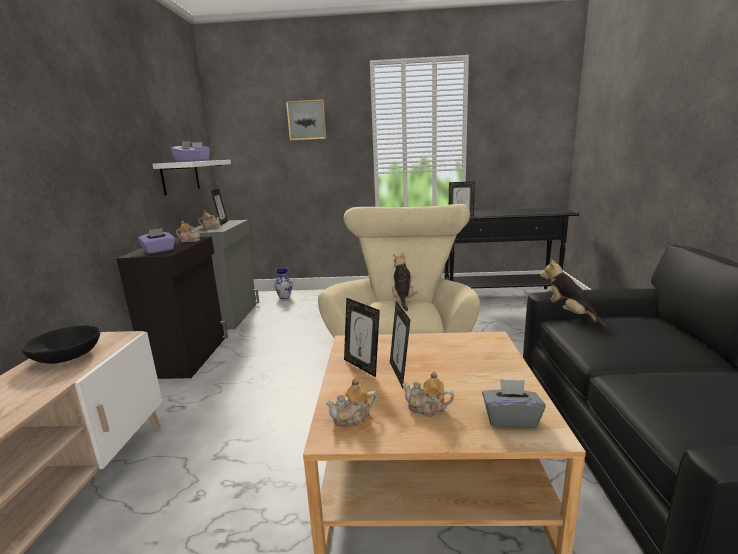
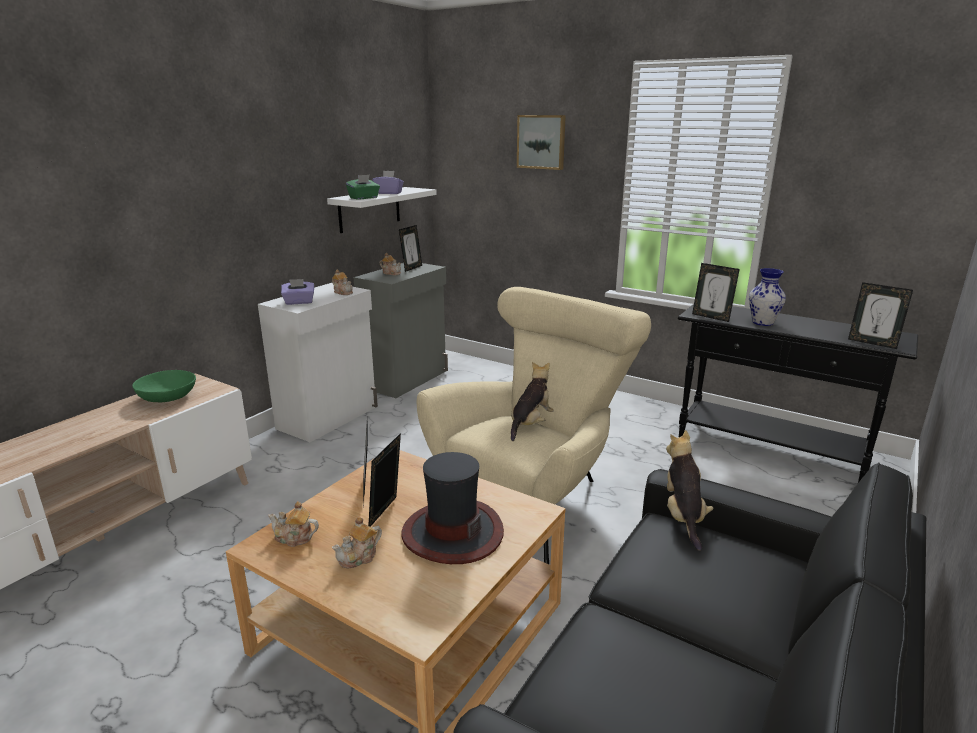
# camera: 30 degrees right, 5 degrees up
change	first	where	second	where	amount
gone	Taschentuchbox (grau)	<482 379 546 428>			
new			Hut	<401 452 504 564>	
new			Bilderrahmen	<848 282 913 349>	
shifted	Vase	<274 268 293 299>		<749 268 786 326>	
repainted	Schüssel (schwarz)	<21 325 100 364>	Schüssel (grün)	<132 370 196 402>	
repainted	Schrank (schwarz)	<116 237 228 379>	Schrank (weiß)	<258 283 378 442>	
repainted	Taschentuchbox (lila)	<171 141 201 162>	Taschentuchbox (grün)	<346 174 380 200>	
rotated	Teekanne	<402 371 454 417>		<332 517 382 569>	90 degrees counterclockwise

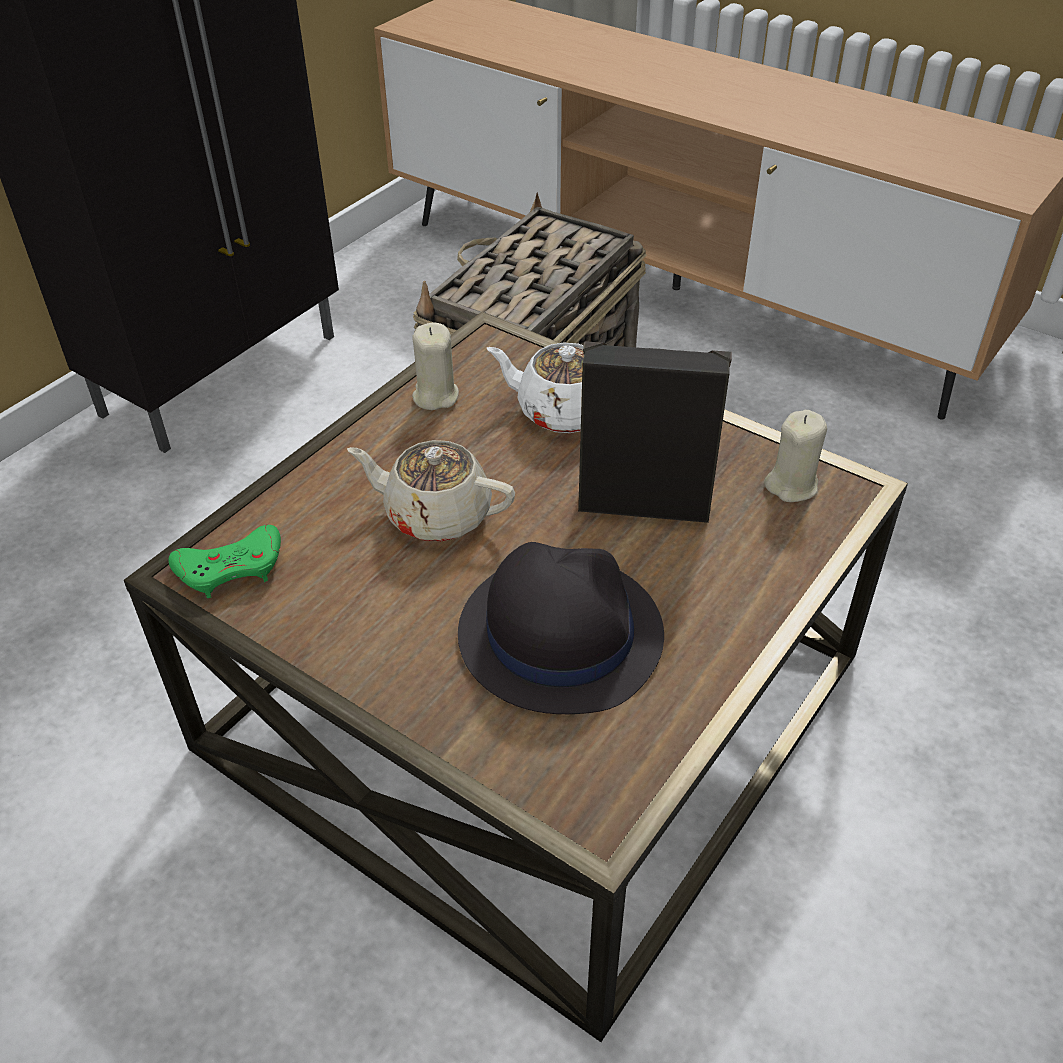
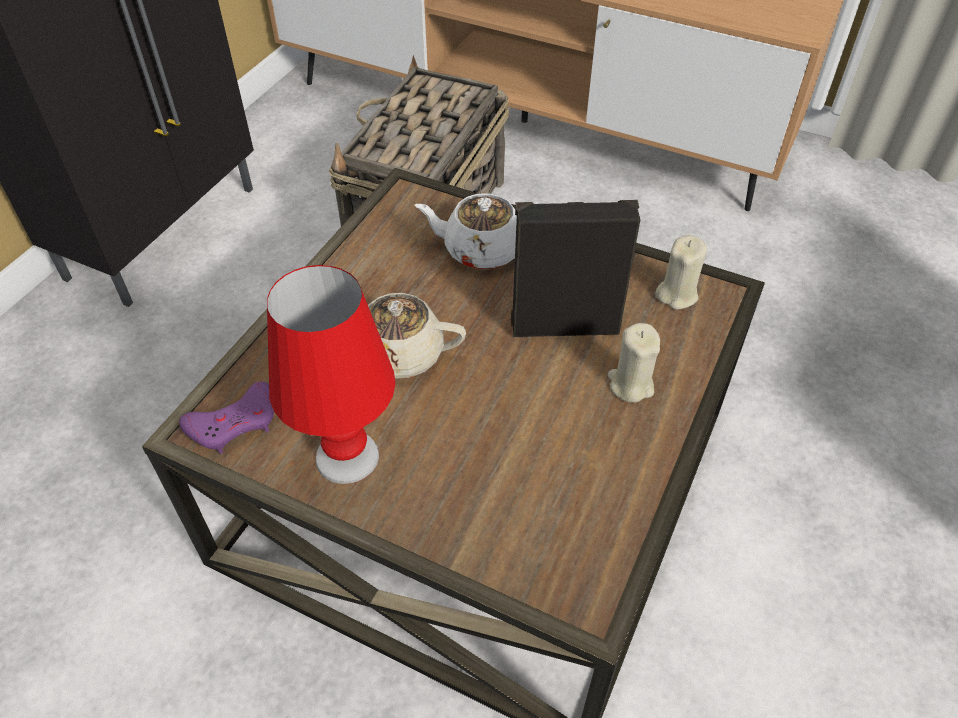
# camera: 10 degrees left, 5 degrees up
change	first	where	second	where	amount
gone	Hut (schwarz)	<458 542 664 714>			
new			Tischlampe (rot)	<267 265 396 484>	
shifted	Kerze (beige)	<412 323 459 410>		<608 323 660 403>	
repainted	Gamepad (grün)	<168 525 281 598>	Gamepad (lila)	<179 381 274 454>	

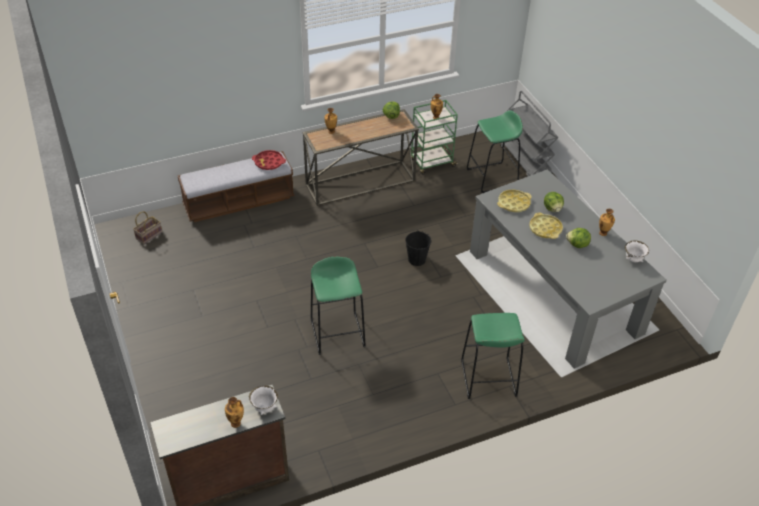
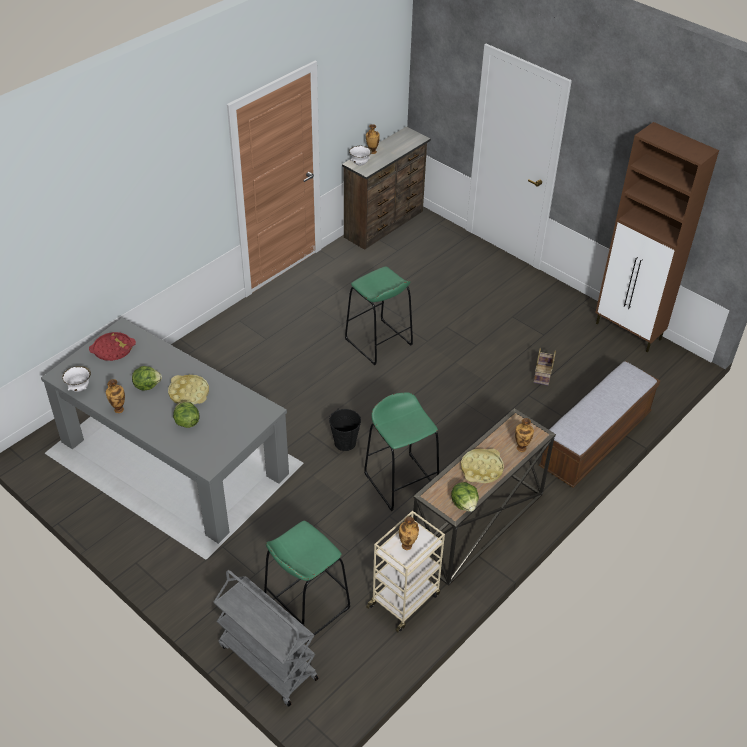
# camera: 155 degrees right, 0 degrees up
change	first	where	second	where	amount
new			Schrank (braun)	<595 122 719 352>	
shifted	Korb	<133 211 162 244>		<534 348 556 385>	
shifted	Tablett (rot)	<252 150 286 170>		<89 332 136 361>	
shifted	Hocker (grün)	<461 313 525 399>		<364 392 439 511>	
shifted	Tablett (gelb)	<497 189 532 212>		<461 449 504 483>	
repainted	Rollwagen (grün)	<411 100 458 175>	Rollwagen (beige)	<366 511 445 632>	

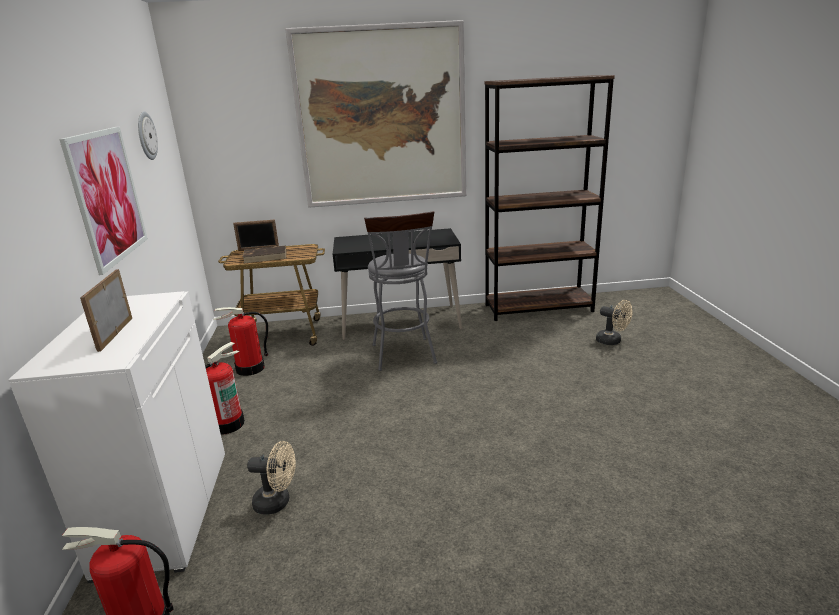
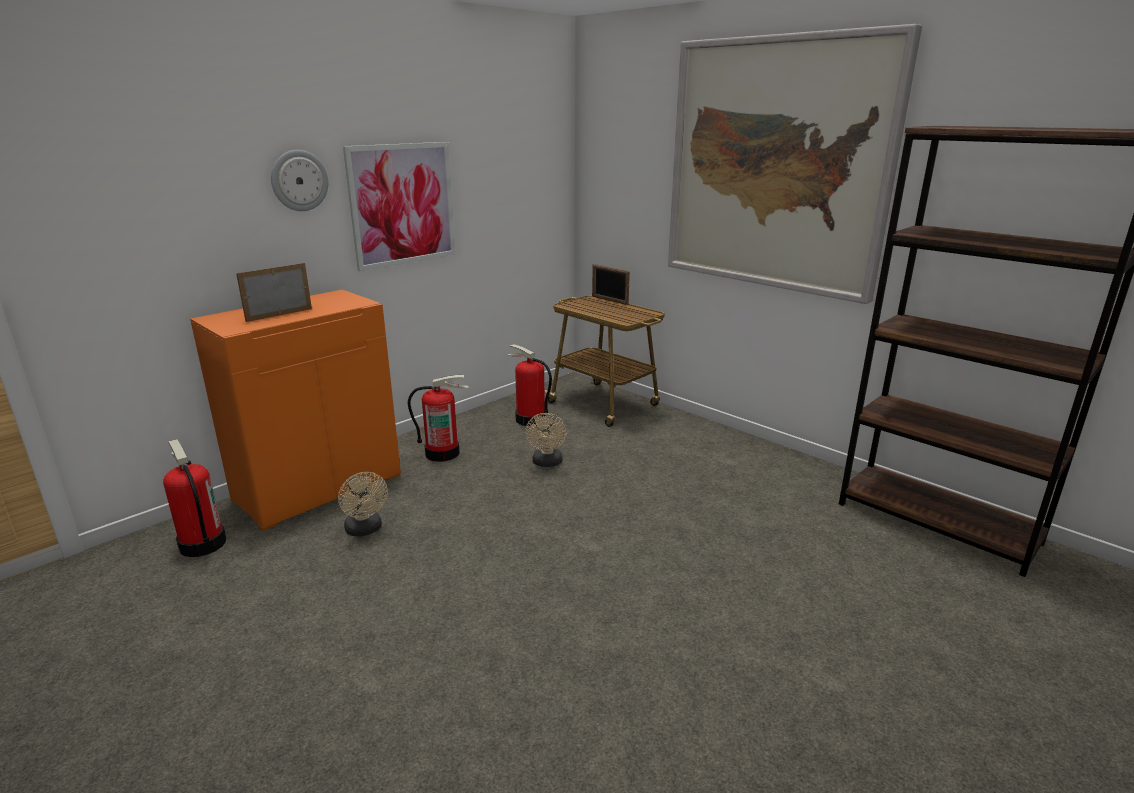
# camera: 50 degrees right, 0 degrees up
change	first	where	second	where	amount
gone	Buch (braun)	<243 245 286 263>			
gone	Schreibtisch (schwarz)	<333 228 462 340>			
gone	Hocker (grau)	<364 211 437 371>			
shifted	Wanduhr	<138 111 158 160>		<271 150 328 211>	
shifted	Ventilator (beige)	<596 300 632 345>		<525 413 567 467>	
repainted	Schrank (weiß)	<8 291 225 583>	Schrank (orange)	<190 290 401 531>	

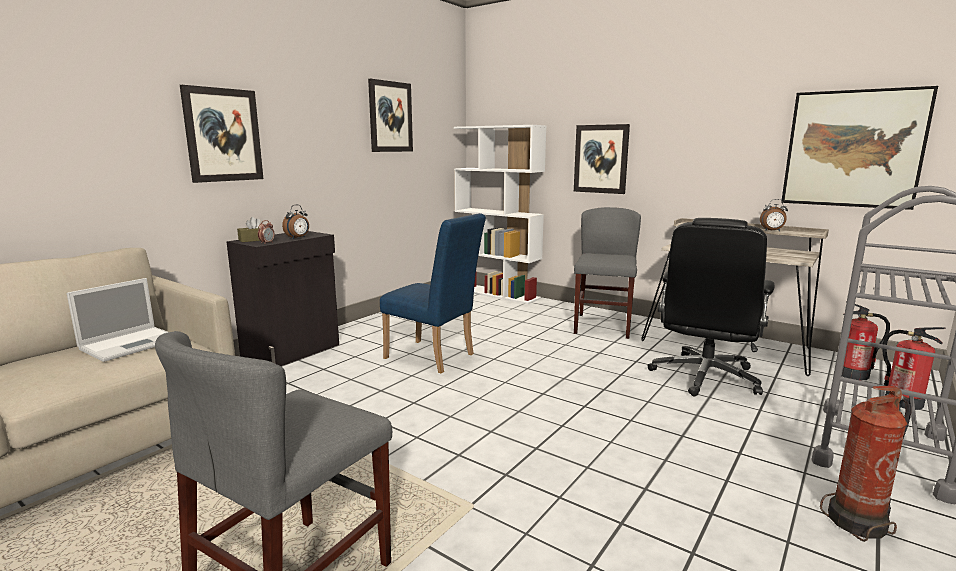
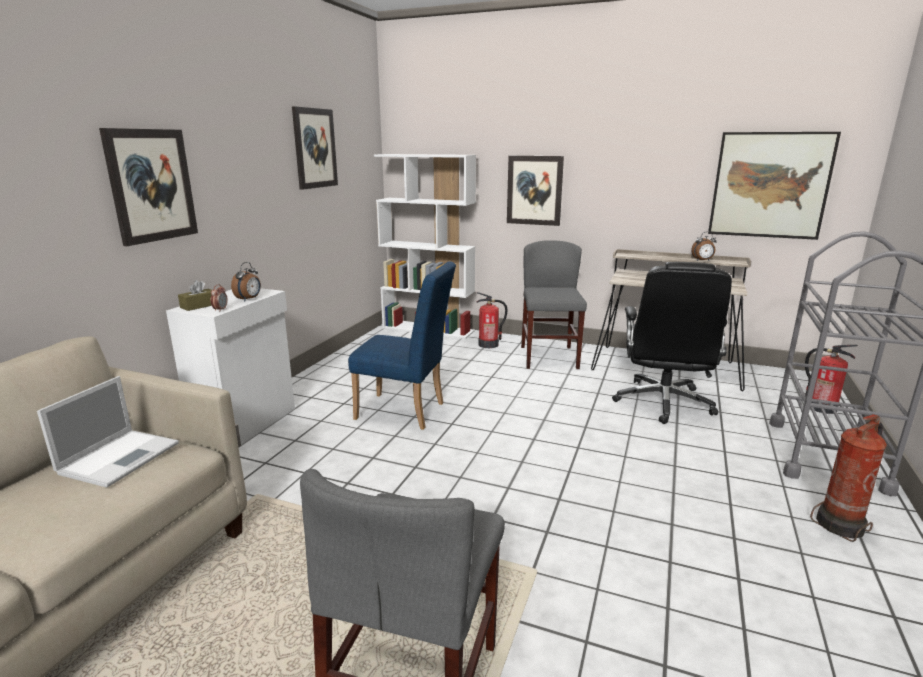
# camera: 15 degrees left, 5 degrees up
change	first	where	second	where	amount
shifted	Feuerlöscher	<842 301 890 380>		<477 292 507 348>	
repainted	Schrank (schwarz)	<226 231 339 366>	Schrank (weiß)	<166 288 295 447>	

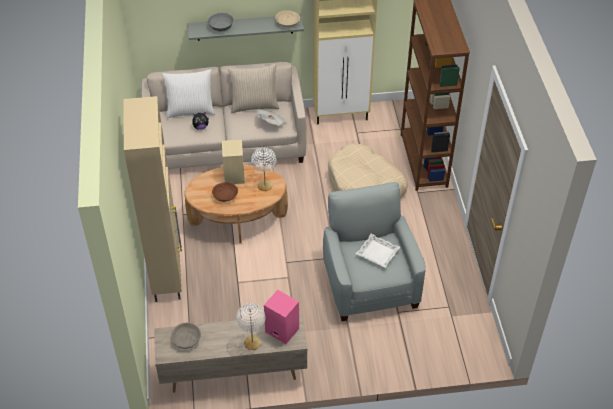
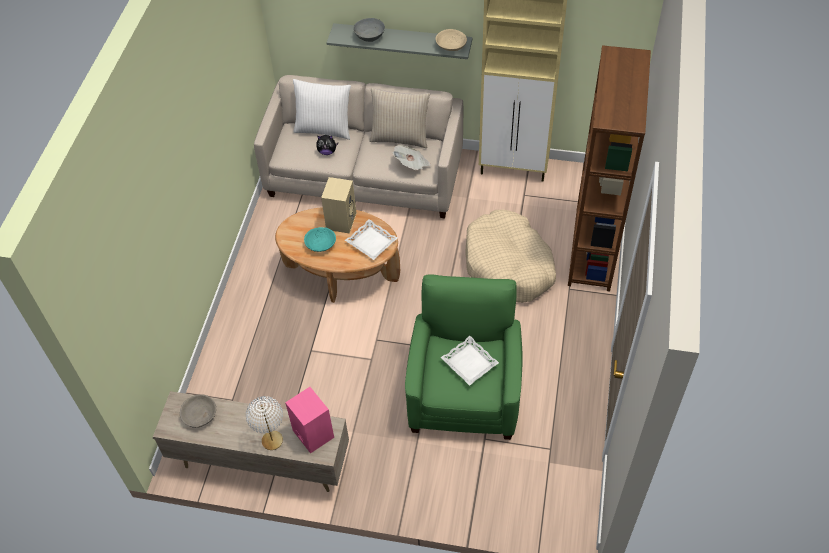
# camera: 20 degrees right, 5 degrees up
change	first	where	second	where	amount
gone	Schrank (beige)	<124 96 182 302>			
swapped	Tischlampe (weiß)	<251 147 276 191>	Tablett (weiß)	<345 219 397 260>	
repainted	Schüssel (braun)	<212 182 238 202>	Schüssel (türkis)	<304 227 336 252>	
repainted	Sessel (grau)	<323 182 426 321>	Sessel (grün)	<405 274 523 440>	

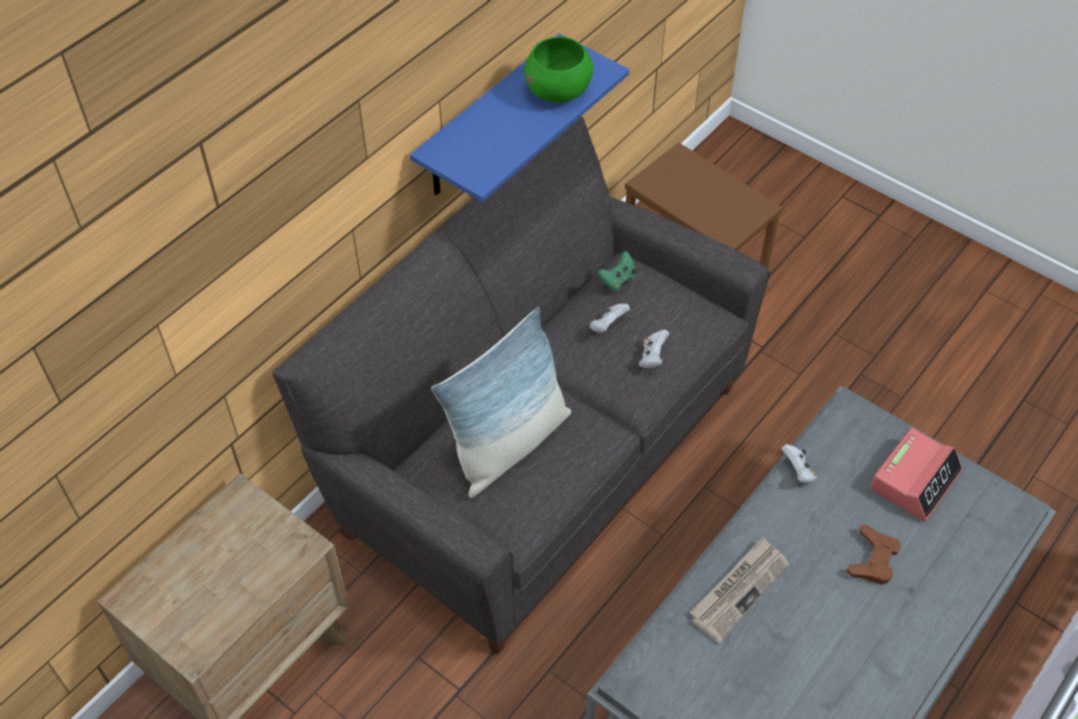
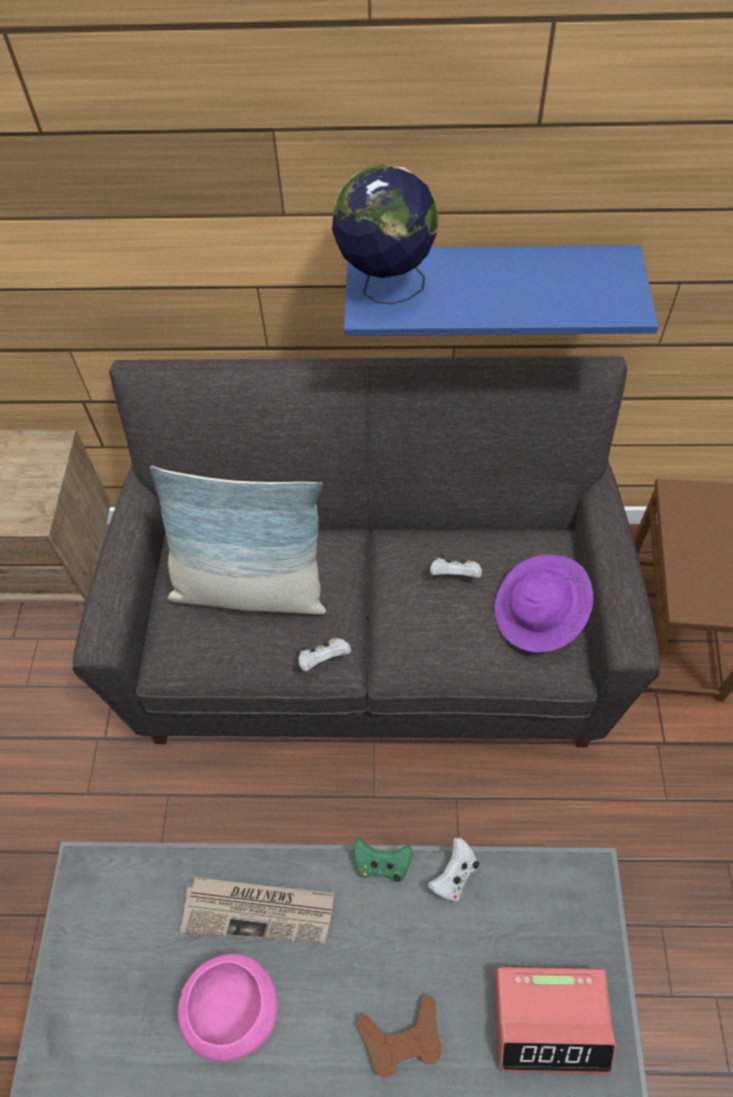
# camera: 55 degrees right, 5 degrees up
change	first	where	second	where	amount
gone	Schüssel (grün)	<524 37 593 103>			
new			Schüssel (rosa)	<178 954 278 1062>	
new			Globus	<332 165 438 304>	
new			Hut (lila)	<494 555 593 653>	
shifted	Gamepad (grün)	<598 251 636 291>		<353 838 412 882>	
shifted	Gamepad (weiß)	<638 330 669 368>		<298 638 351 672>	

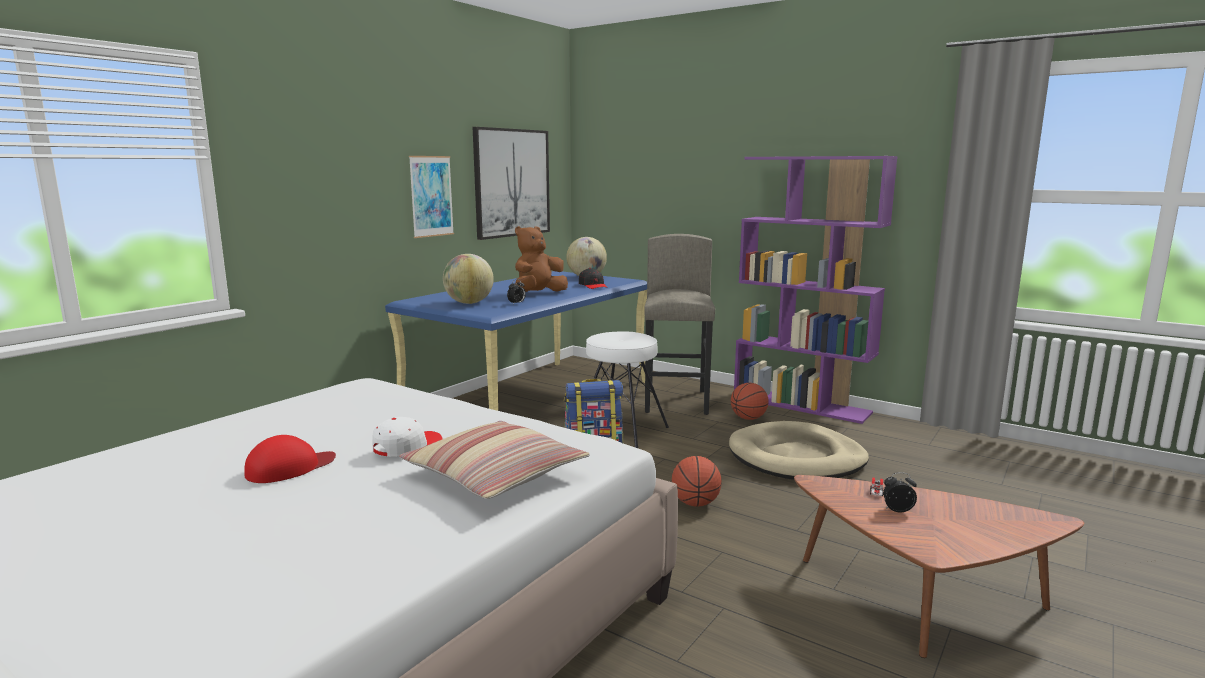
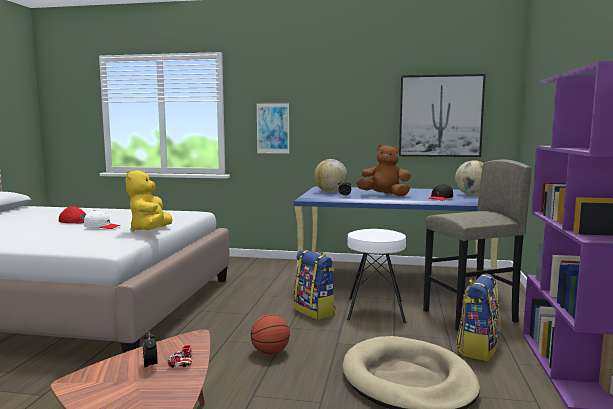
# camera: 65 degrees right, 5 degrees down
change	first	where	second	where	amount
gone	Kissen	<399 421 590 499>			
new			Plüschtier (gelb)	<125 170 173 232>	
shifted	Bild	<409 156 454 238>		<256 103 289 154>	
swapped	Basketball	<731 383 769 420>	Rucksack	<456 274 501 361>	

